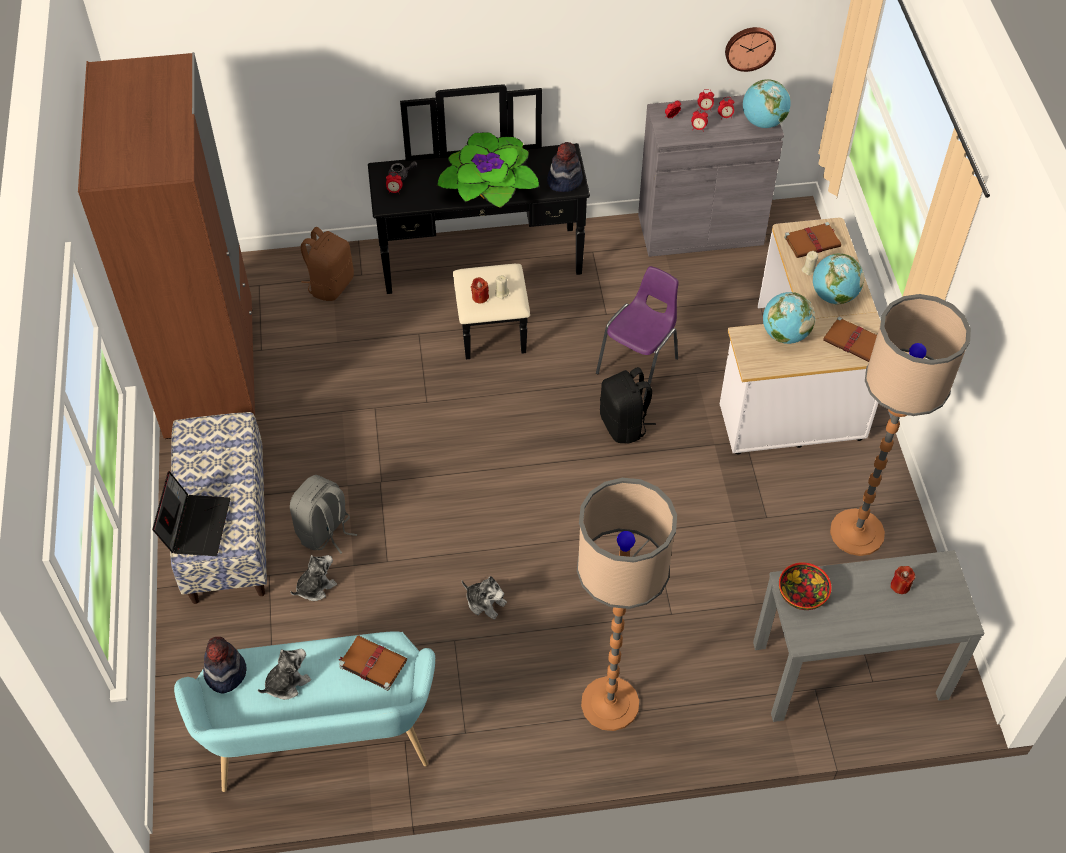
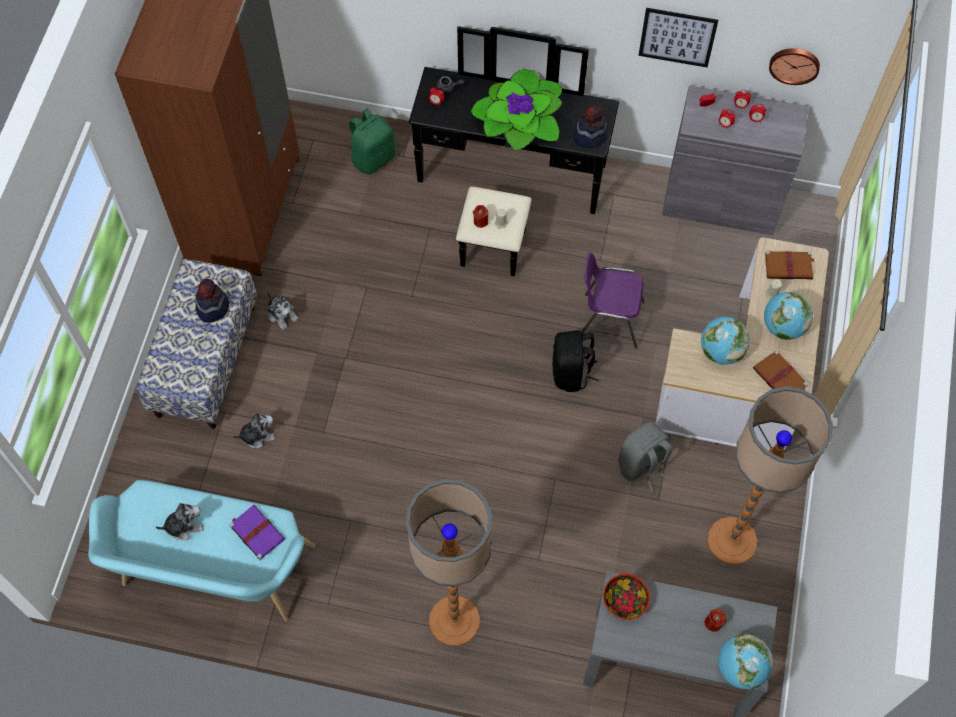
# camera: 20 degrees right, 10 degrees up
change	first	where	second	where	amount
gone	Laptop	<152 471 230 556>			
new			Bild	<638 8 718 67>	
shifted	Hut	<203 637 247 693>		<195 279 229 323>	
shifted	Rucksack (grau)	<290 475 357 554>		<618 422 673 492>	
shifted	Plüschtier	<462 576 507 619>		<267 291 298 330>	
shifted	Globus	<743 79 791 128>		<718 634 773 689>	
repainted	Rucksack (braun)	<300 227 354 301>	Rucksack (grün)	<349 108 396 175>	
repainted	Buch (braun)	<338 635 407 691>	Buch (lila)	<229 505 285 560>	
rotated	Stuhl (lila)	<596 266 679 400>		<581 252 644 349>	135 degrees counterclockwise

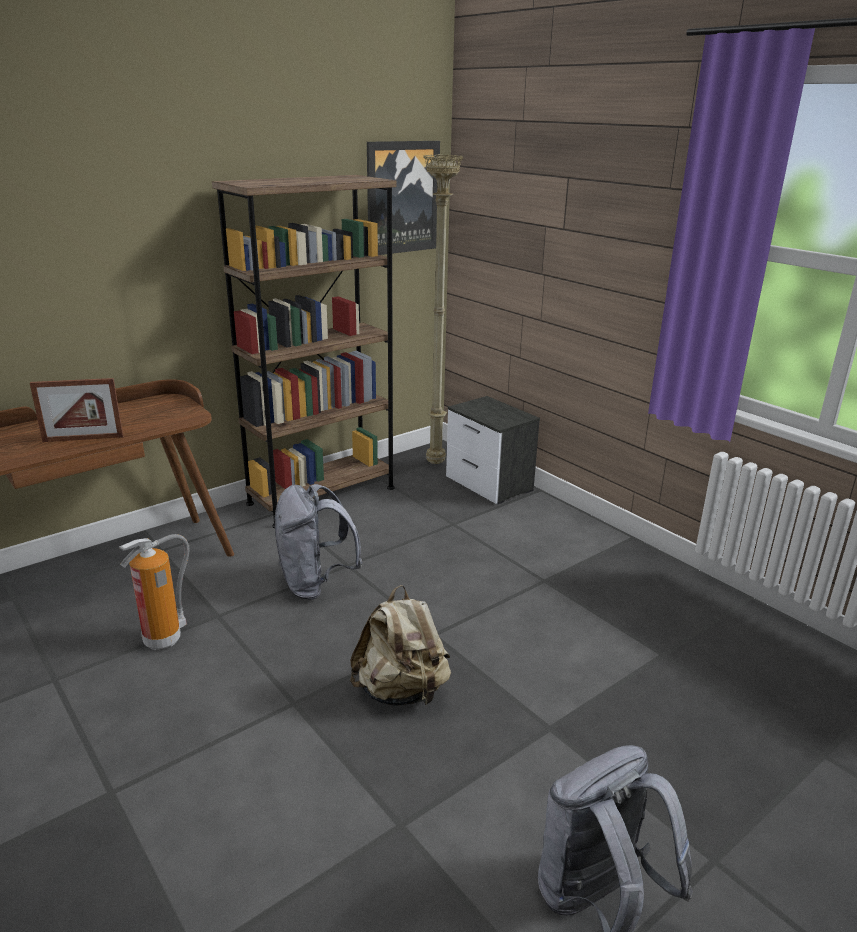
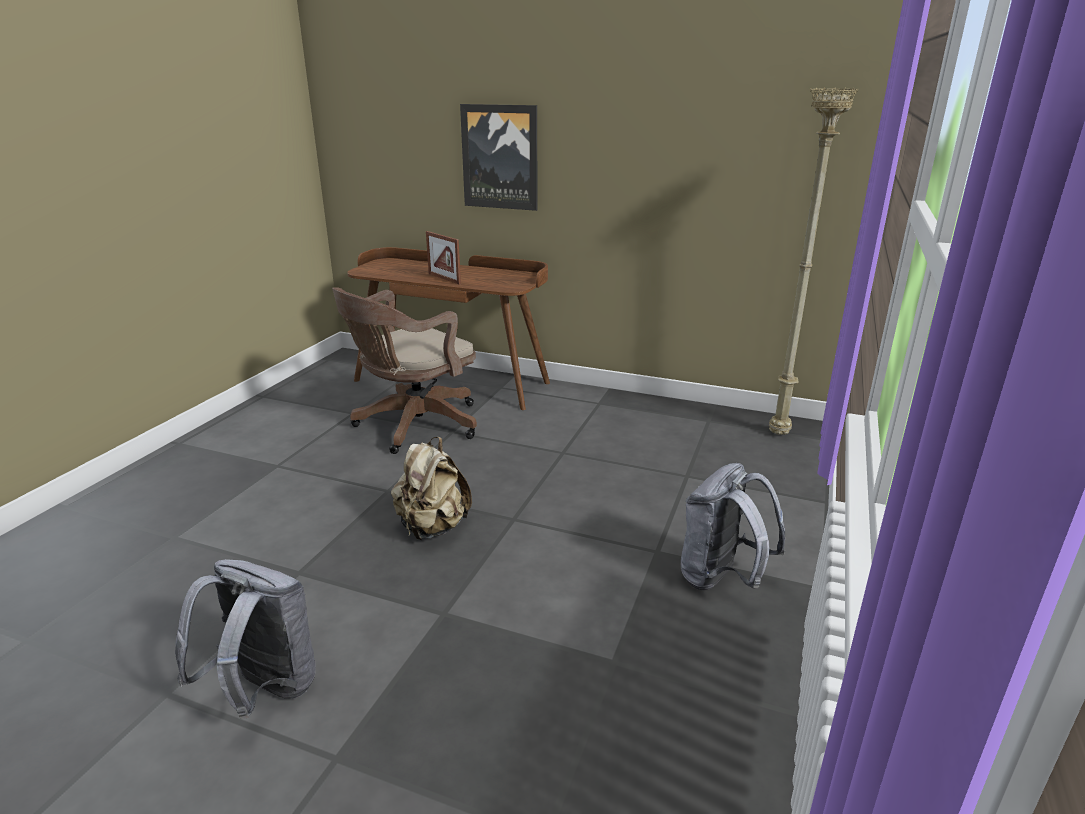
# camera: 60 degrees right, 0 degrees up
change	first	where	second	where	amount
gone	Bücherregal (braun)	<212 175 396 528>			
gone	Nachttisch	<446 396 540 505>			
shifted	Rucksack (grau)	<274 484 363 600>		<681 463 785 591>	
shifted	Bild	<367 141 440 255>		<460 104 538 211>	
swapped	Feuerlöscher	<119 534 190 650>	Bürostuhl (braun)	<332 287 477 454>	

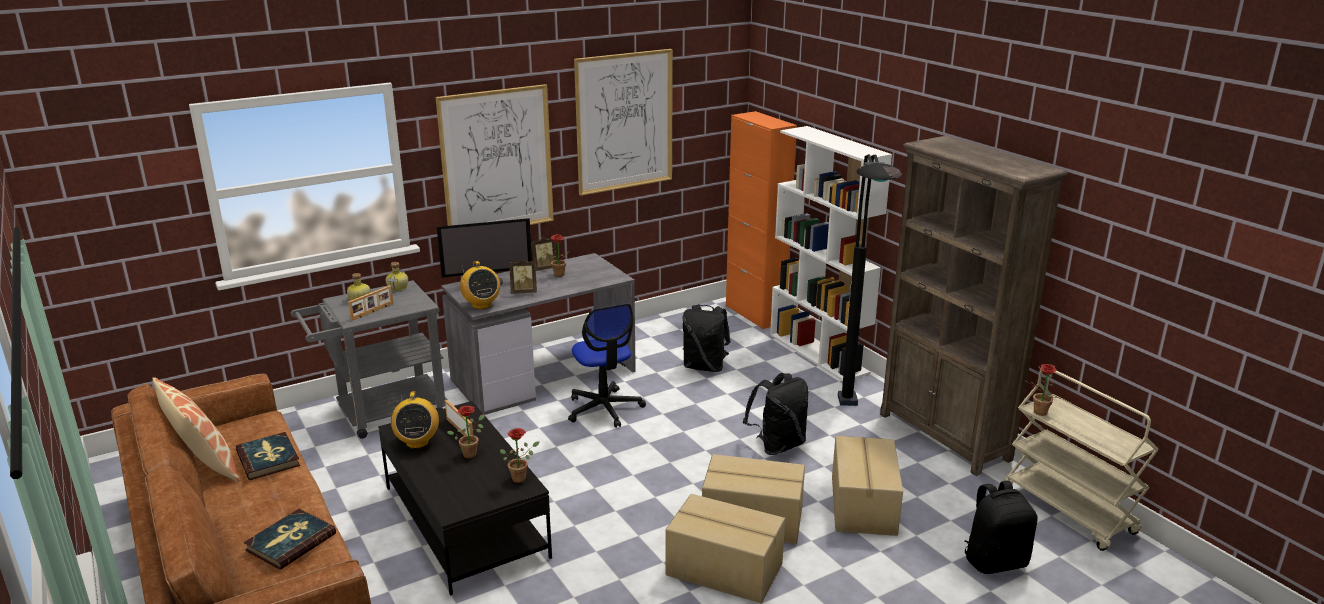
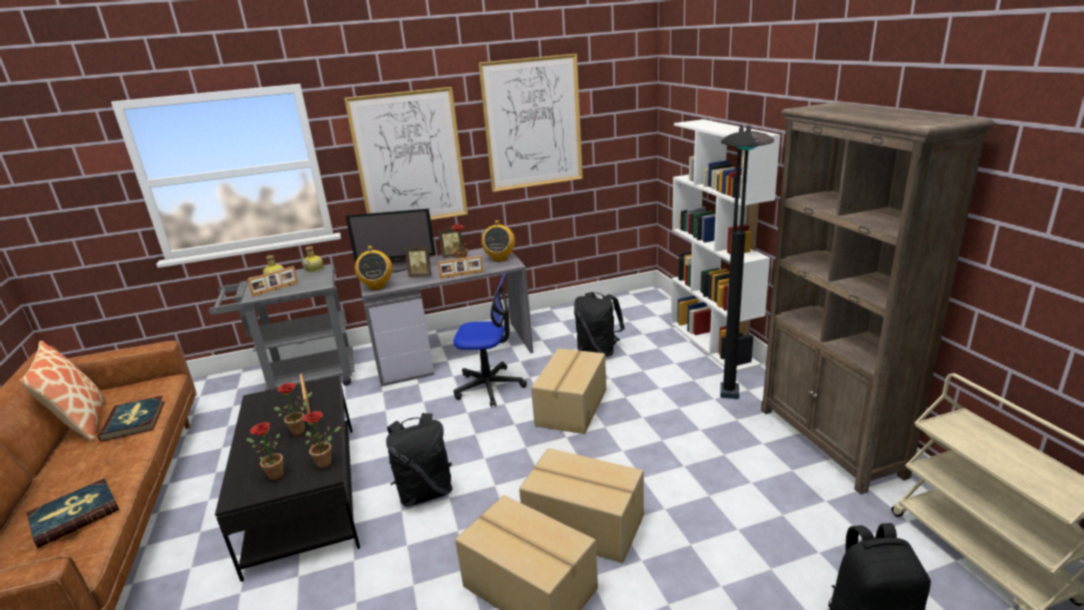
# camera: 15 degrees right, 0 degrees up
change	first	where	second	where	amount
gone	Schrank (orange)	<726 111 797 329>			
new			Bilderrahmen	<438 255 483 279>	
shifted	Radio	<391 391 439 449>		<482 220 515 262>	
shifted	Rucksack (schwarz)	<743 373 808 455>		<386 413 452 507>	
shifted	Karton	<832 436 903 536>		<531 348 606 434>	
shifted	Topfpflanze	<1024 364 1061 416>		<246 422 284 480>	
rotated	Bürostuhl	<568 304 646 428>		<453 272 527 407>	75 degrees counterclockwise

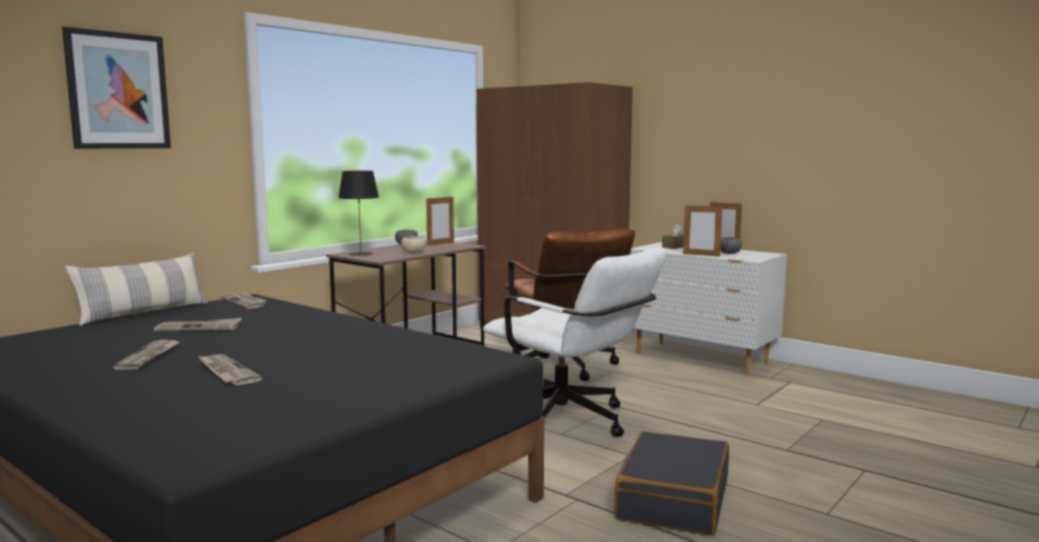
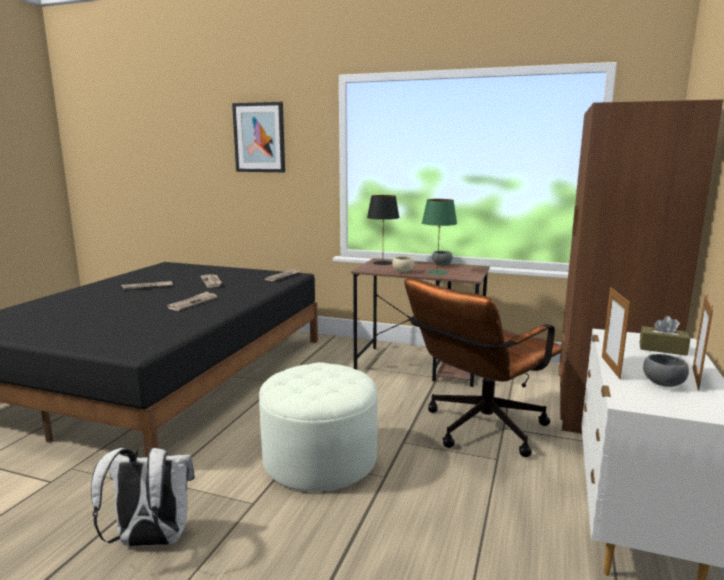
# camera: 70 degrees right, 5 degrees up
change	first	where	second	where	amount
gone	Kissen	<65 252 208 326>			
gone	Bilderrahmen	<426 195 454 246>			
new			Tischlampe (grün)	<422 199 457 275>	
shifted	Zeitung	<198 354 262 385>		<167 291 217 311>	
swapped	Bürostuhl (weiß)	<483 247 667 437>	Polsterhocker (weiß)	<259 362 378 492>	
swapped	Koffer (schwarz)	<615 431 729 536>	Rucksack (weiß)	<91 446 195 547>	

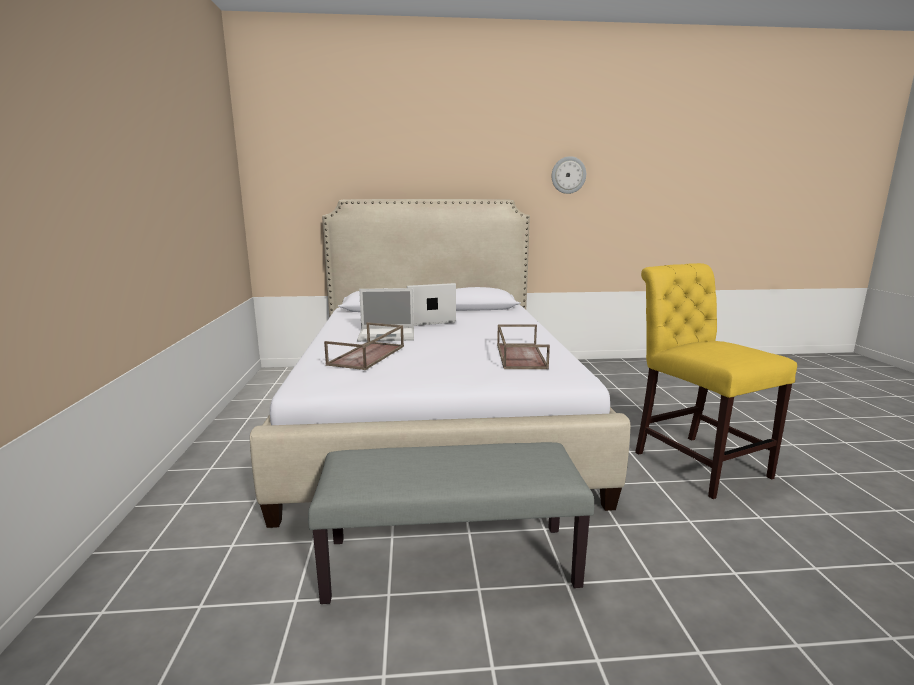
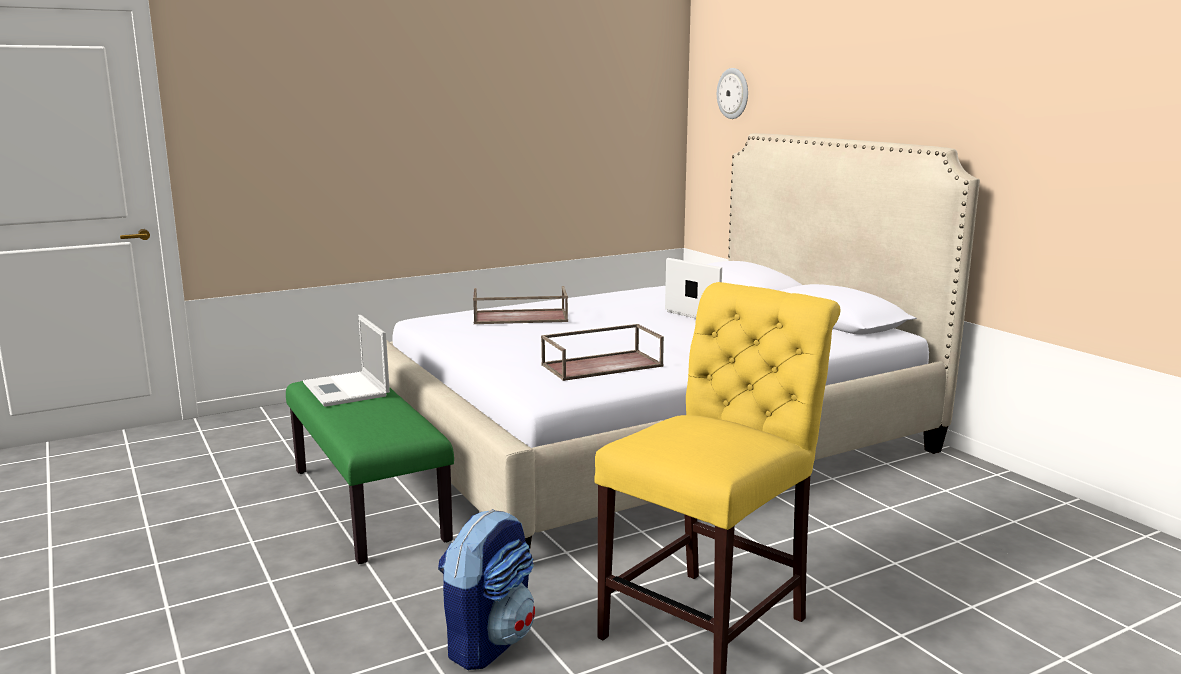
# camera: 65 degrees right, 0 degrees up
change	first	where	second	where	amount
new			Rucksack	<438 509 535 670>	
shifted	Laptop	<357 288 414 342>		<303 315 390 407>	
shifted	Wanduhr	<551 156 586 194>		<717 68 748 119>	
repainted	Bank (grau)	<308 442 594 604>	Bank (grün)	<286 381 454 564>	

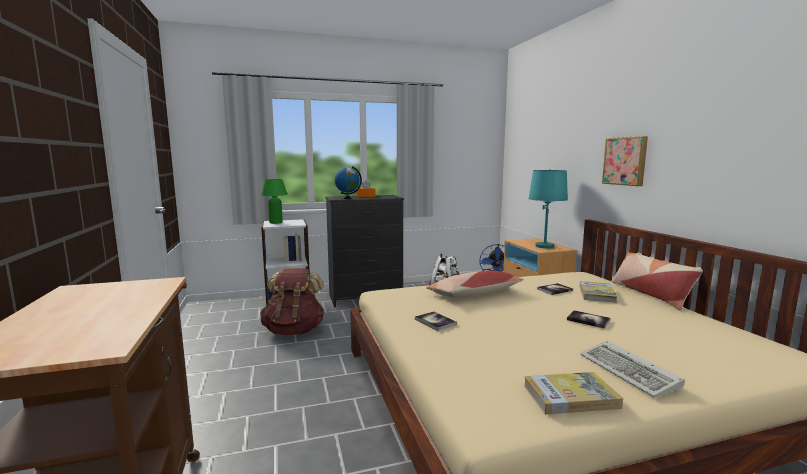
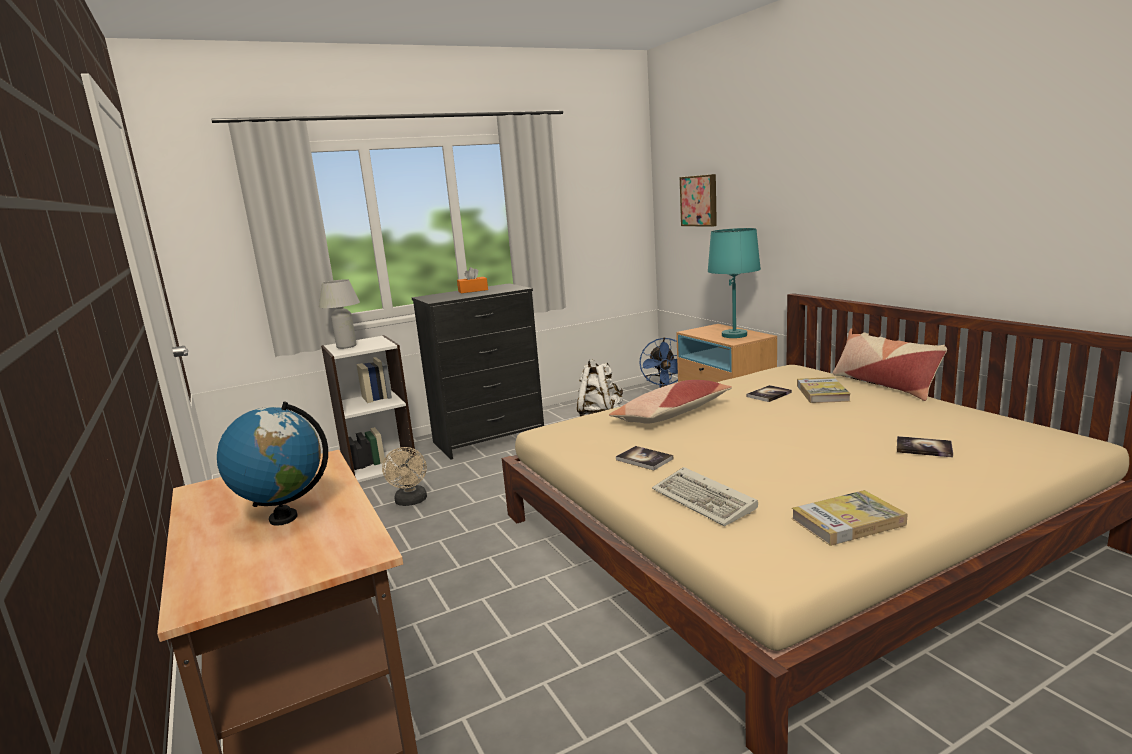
# camera: 10 degrees left, 5 degrees up
change	first	where	second	where	amount
shifted	Globus	<334 166 362 199>		<217 402 328 526>	
shifted	Buch	<567 310 610 329>		<897 436 953 457>	
shifted	Tastatur	<580 341 685 398>		<652 467 758 526>	
shifted	Bild	<602 136 648 186>		<680 174 717 227>	
swapped	Rucksack (braun)	<260 268 325 335>	Ventilator (beige)	<382 447 427 506>	
repainted	Tischlampe (grün)	<261 179 288 224>	Tischlampe (weiß)	<319 279 360 349>	

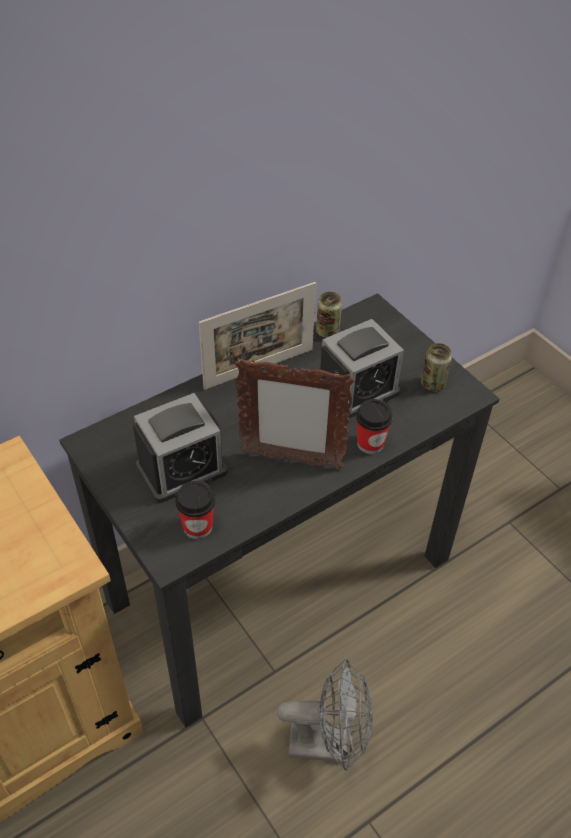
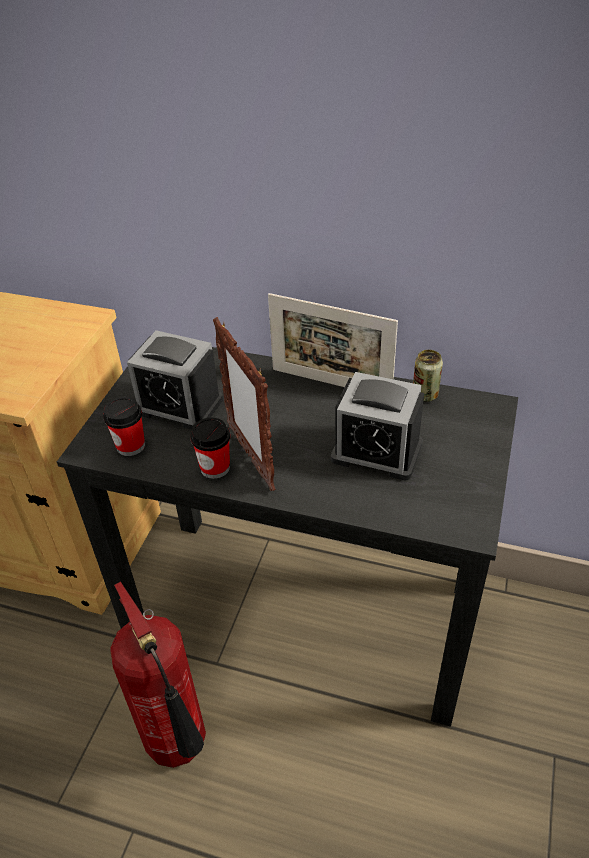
# camera: 55 degrees right, 5 degrees down
change	first	where	second	where	amount
gone	Dose	<421 343 452 391>			
shifted	Tasse	<356 399 393 454>		<190 418 230 479>	
swapped	Ventilator (grau)	<277 659 373 771>	Feuerlöscher	<110 582 206 768>	

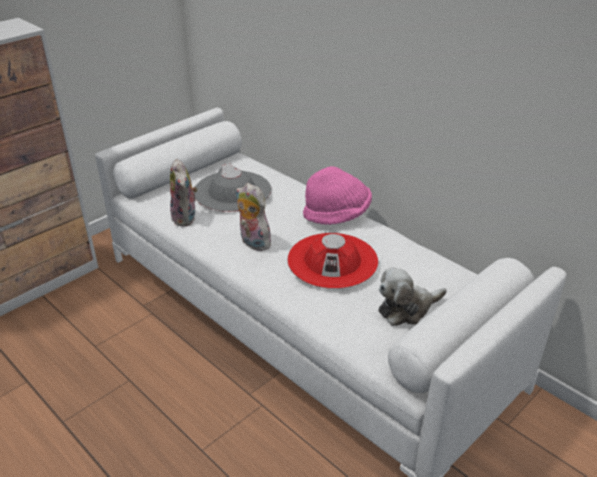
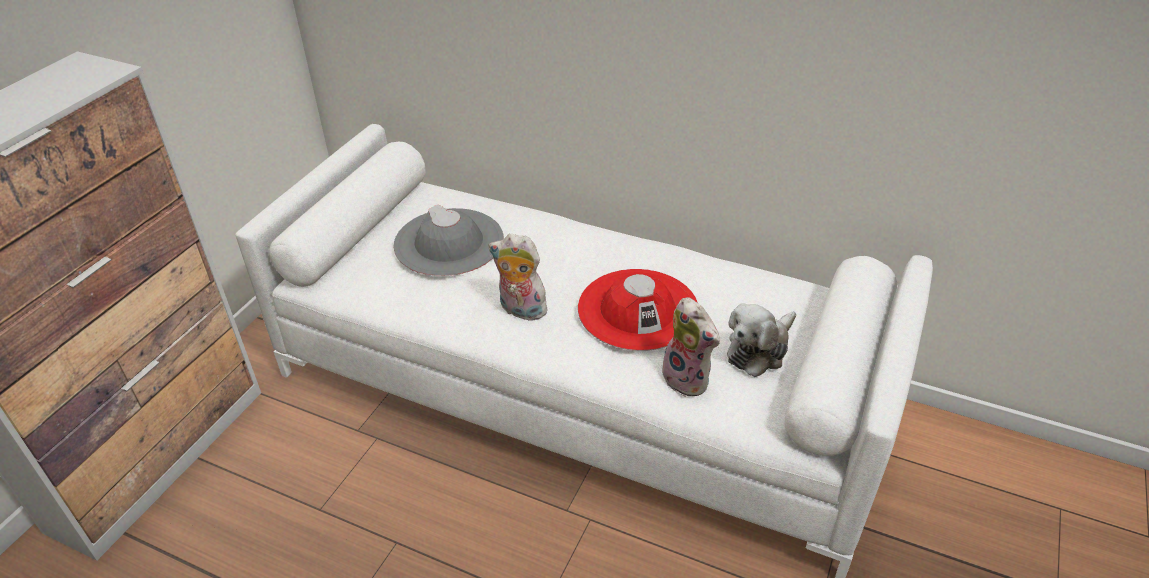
# camera: 20 degrees left, 5 degrees up
change	first	where	second	where	amount
gone	Hut (rosa)	<303 166 372 225>			
shifted	Plüschtier	<170 158 198 227>		<661 297 720 397>	

